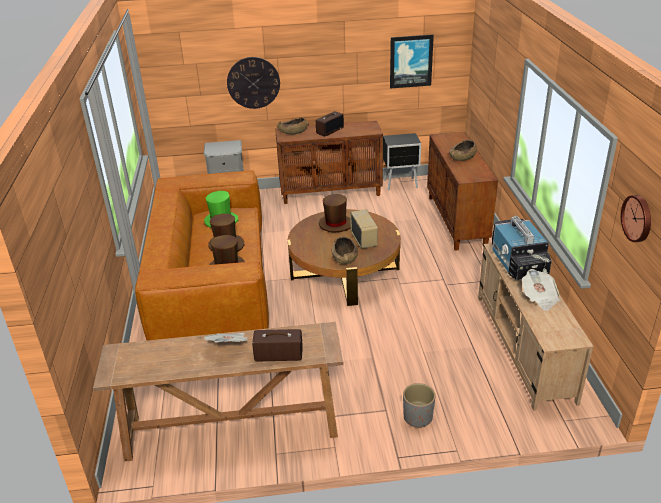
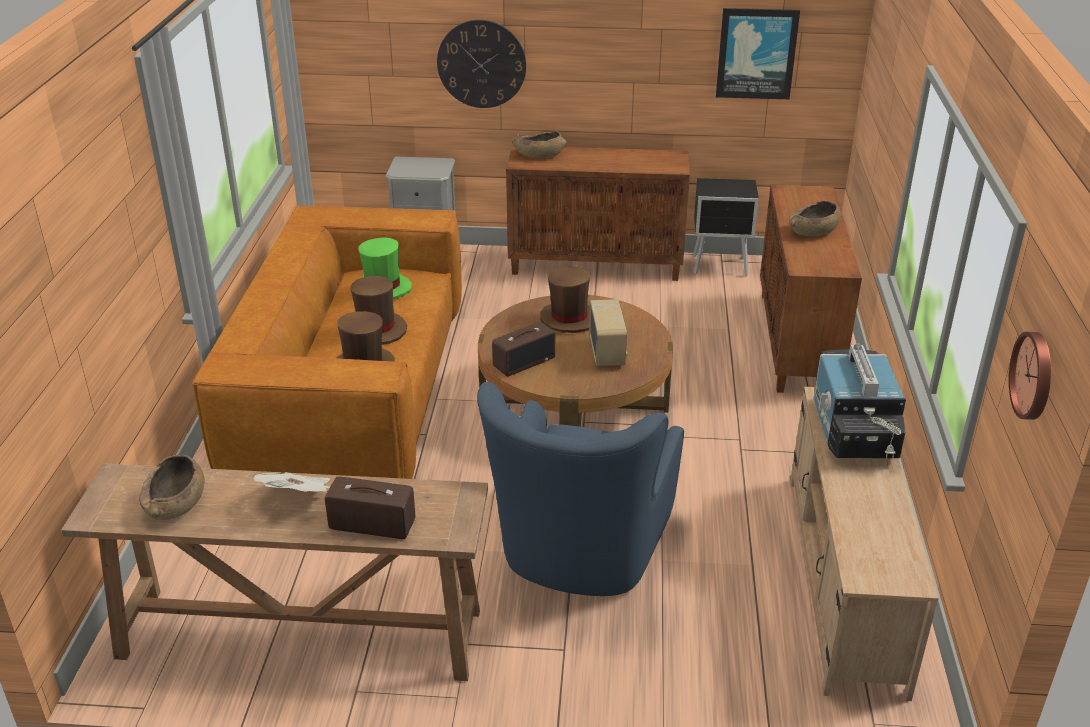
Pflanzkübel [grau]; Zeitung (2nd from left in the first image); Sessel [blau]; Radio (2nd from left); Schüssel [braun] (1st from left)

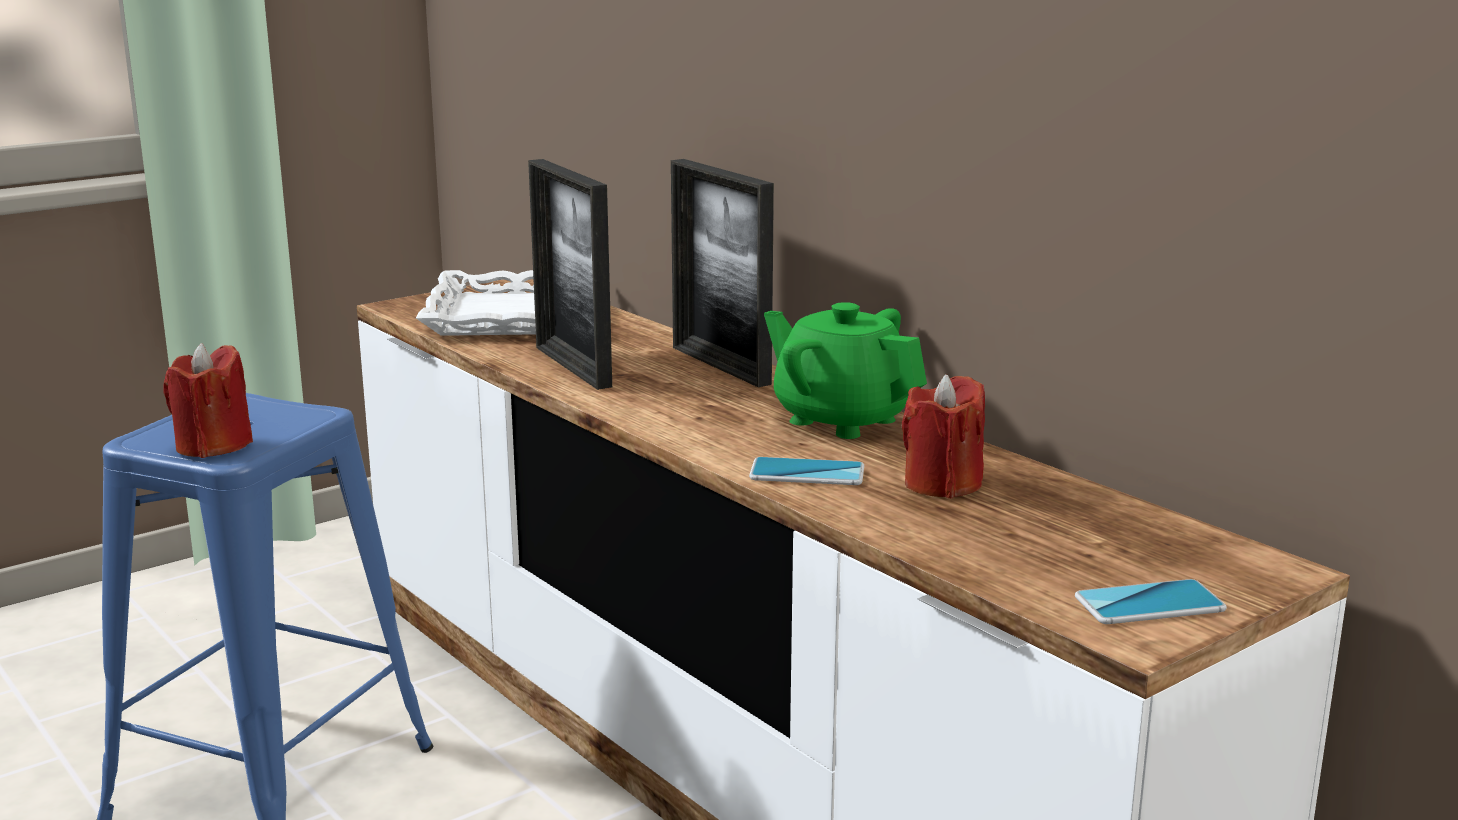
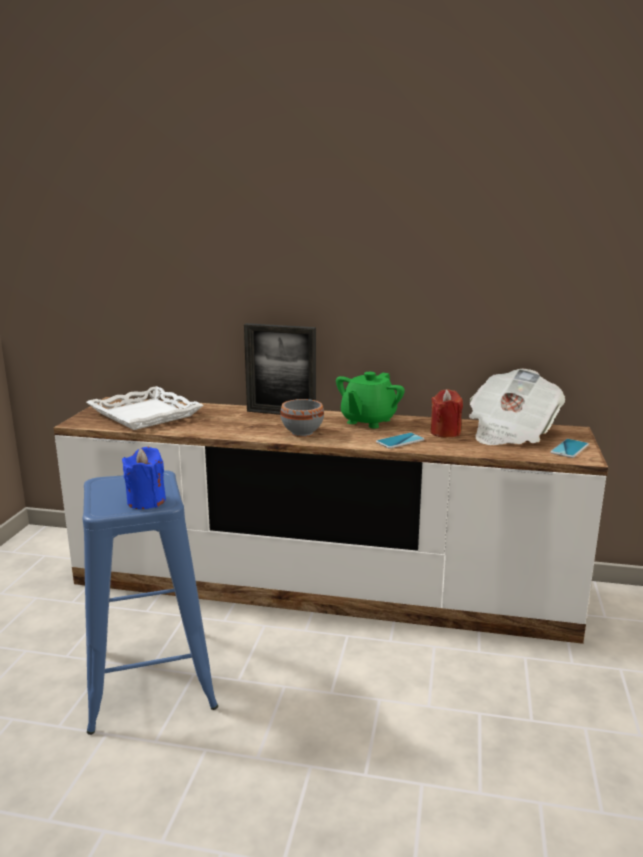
Bilderrahmen (1st from left in the first image); Schüssel [grau]; Zeitung; Kerze [blau]; Teekanne [grün]

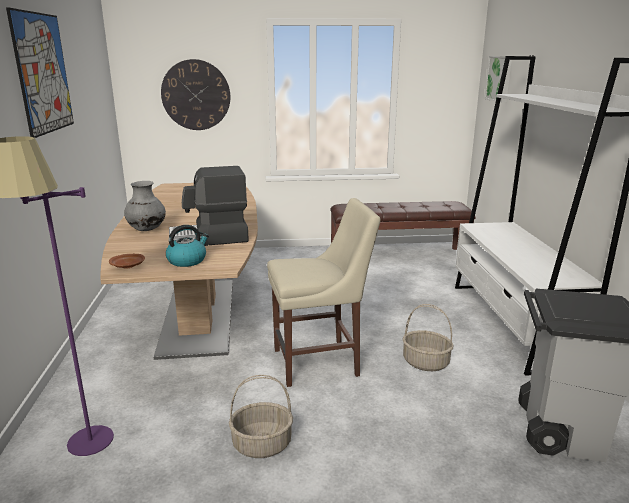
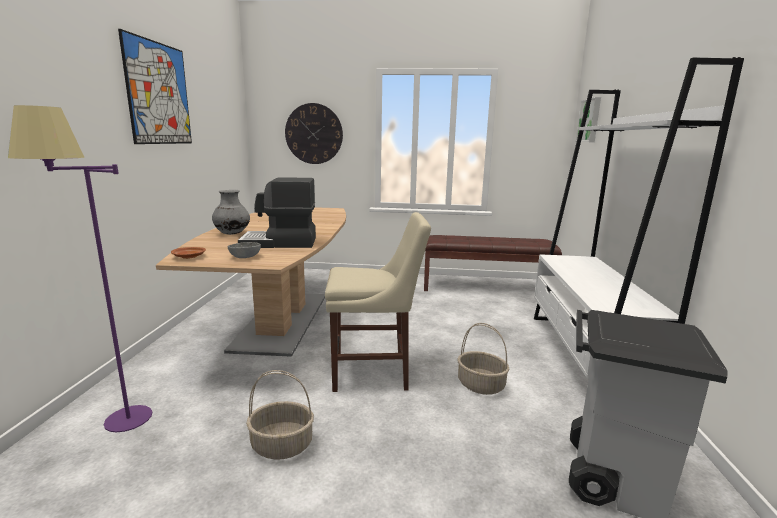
Schüssel [grau]

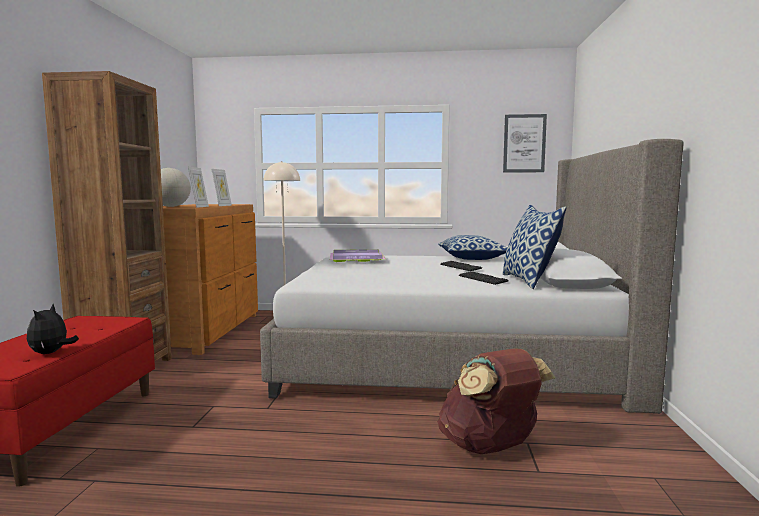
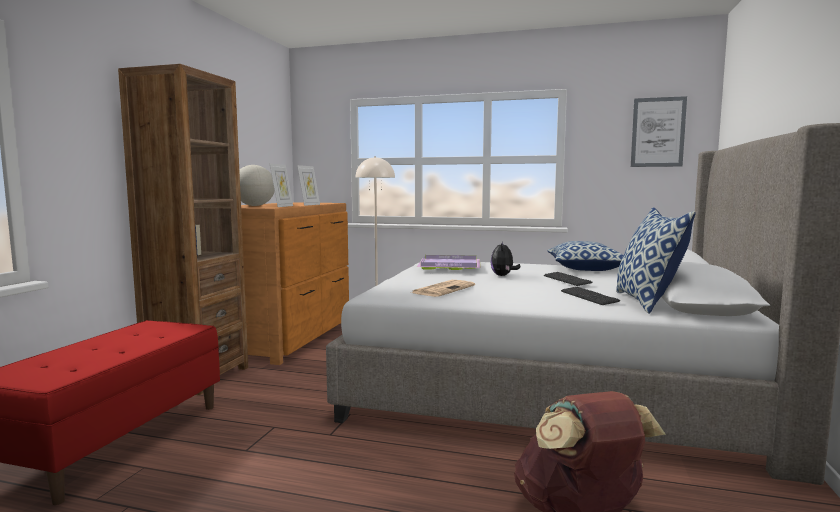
Zeitung; Plüschtier

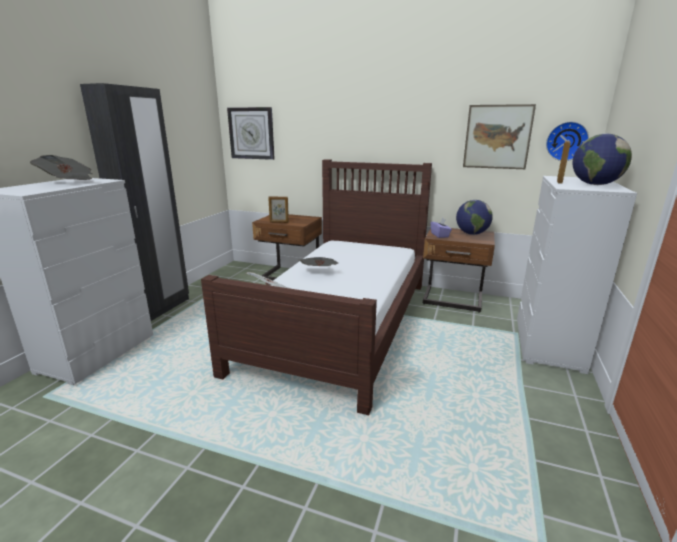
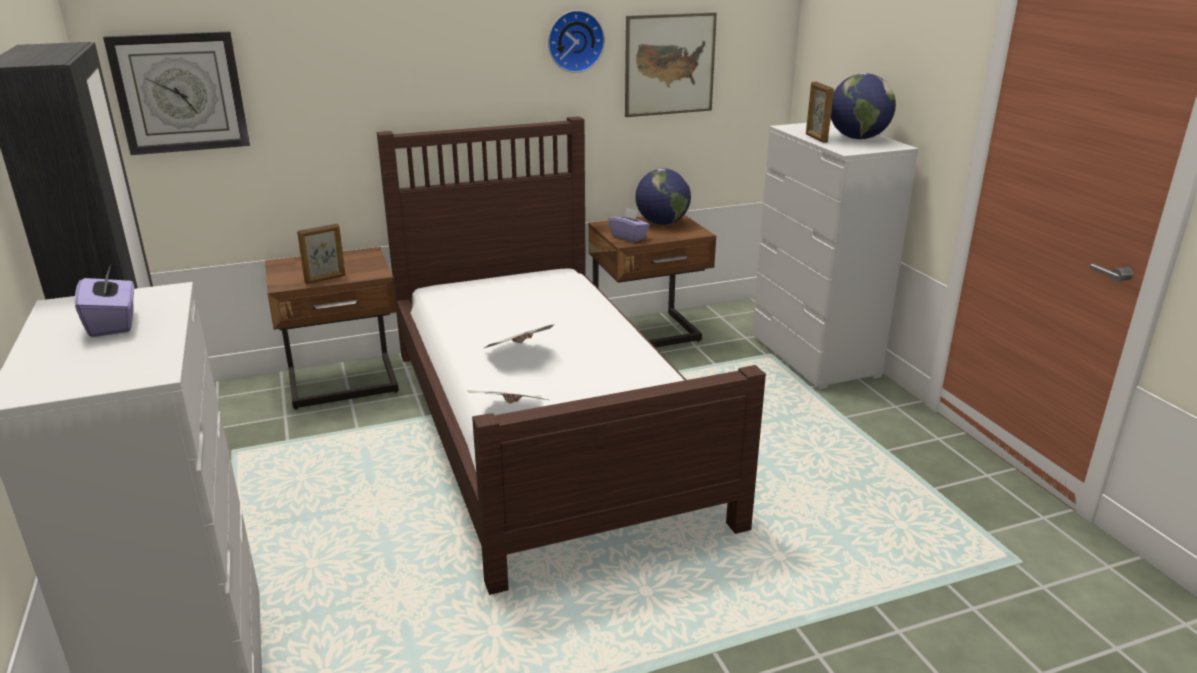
Wanduhr (2nd from left); Taschentuchbox [lila] (1st from left)

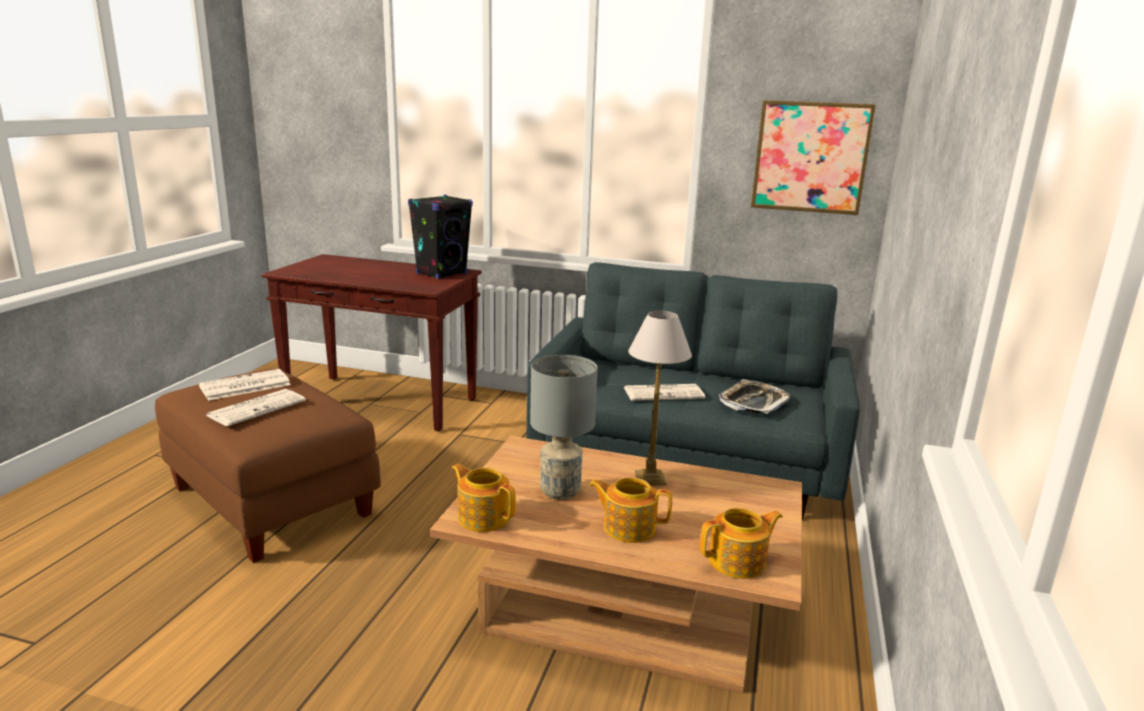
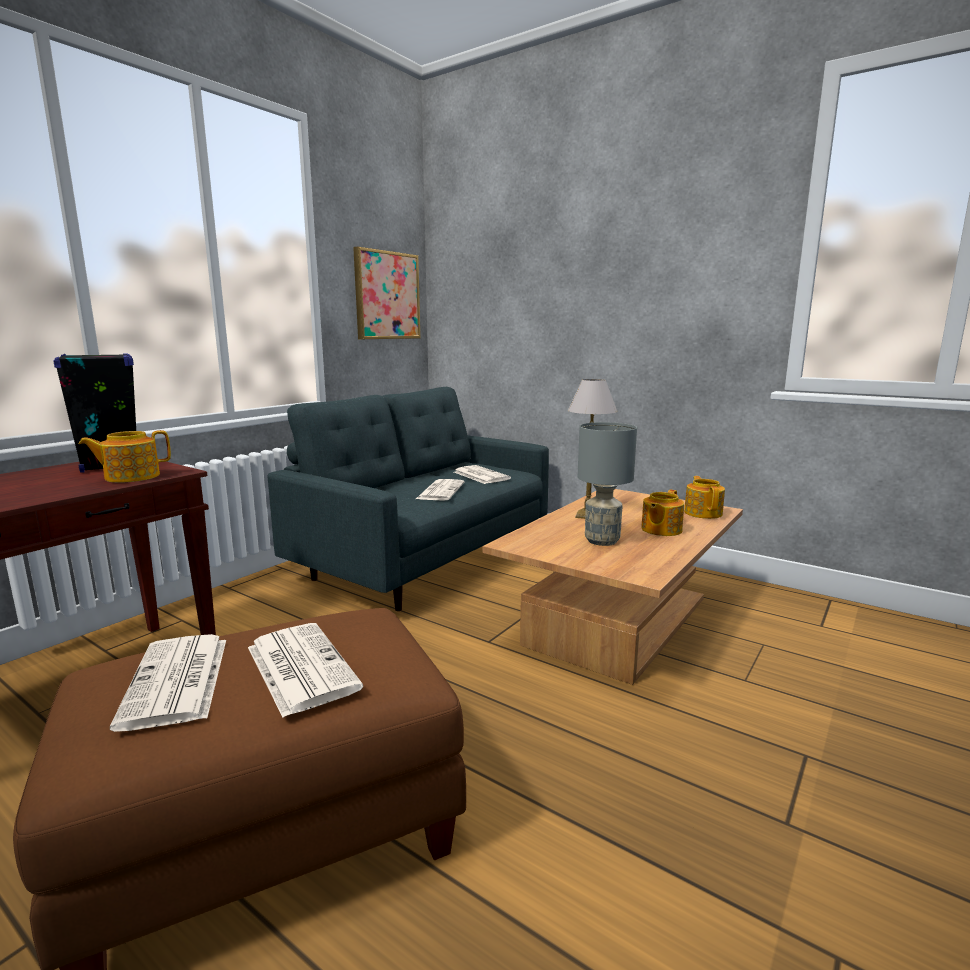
Teekanne (1st from left); Zeitung (4th from left)

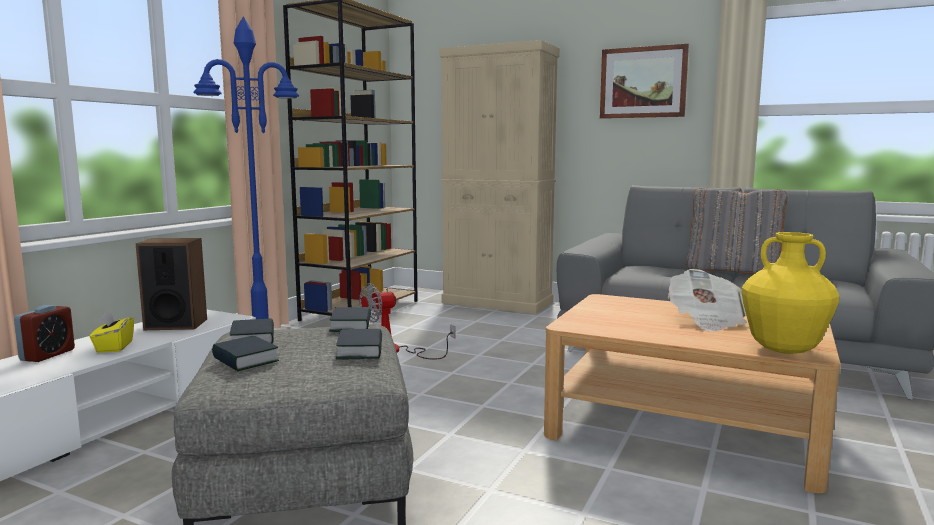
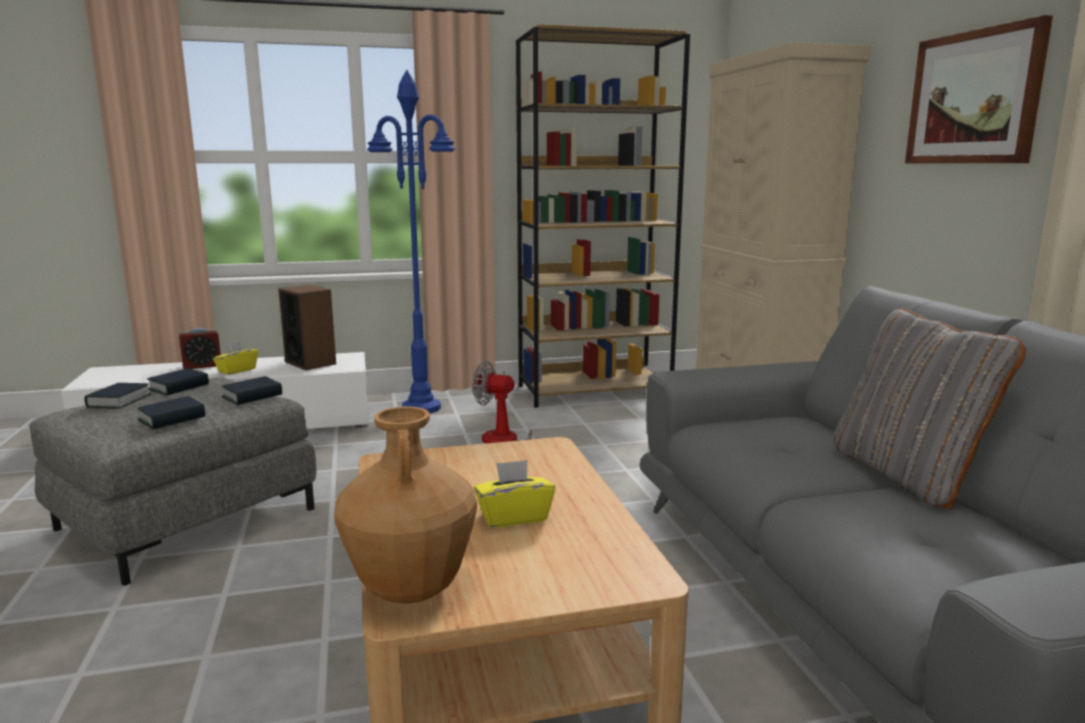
Taschentuchbox [gelb] (2nd from left); Vase [braun]

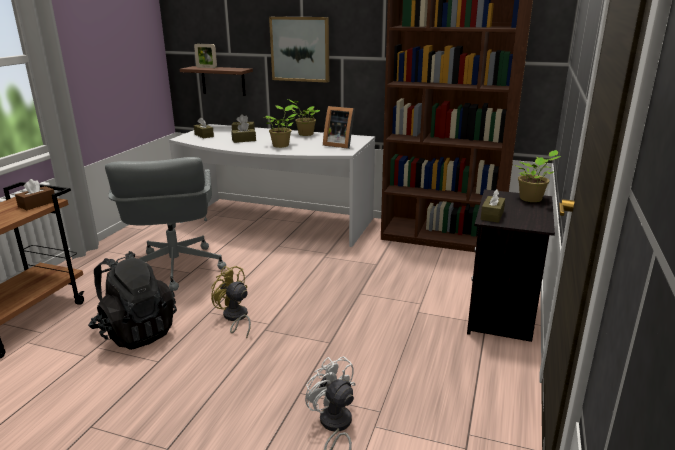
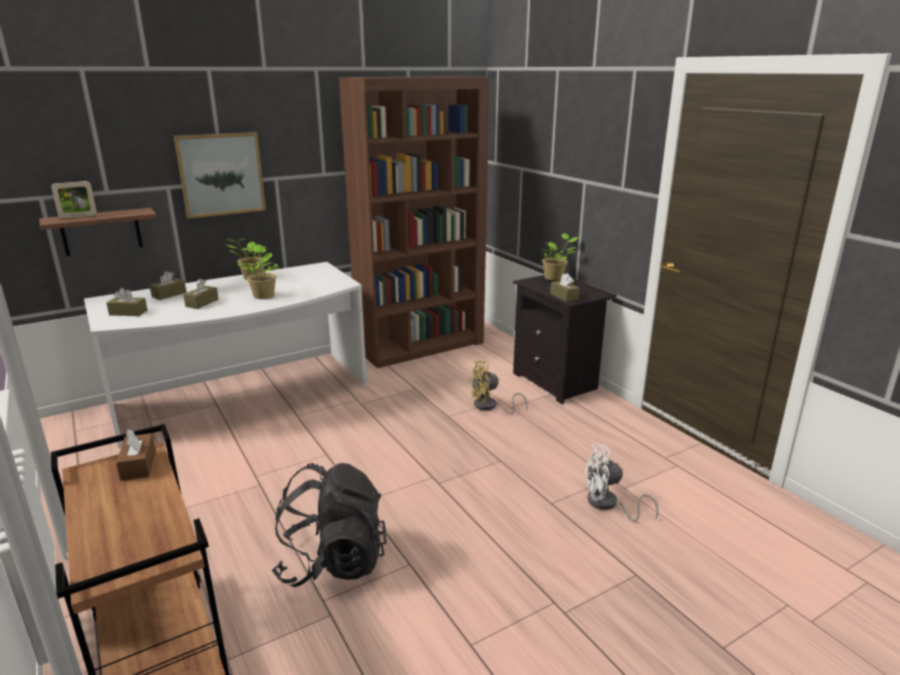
Bürostuhl [grau]; Bilderrahmen (2nd from left in the first image); Ventilator [gelb]

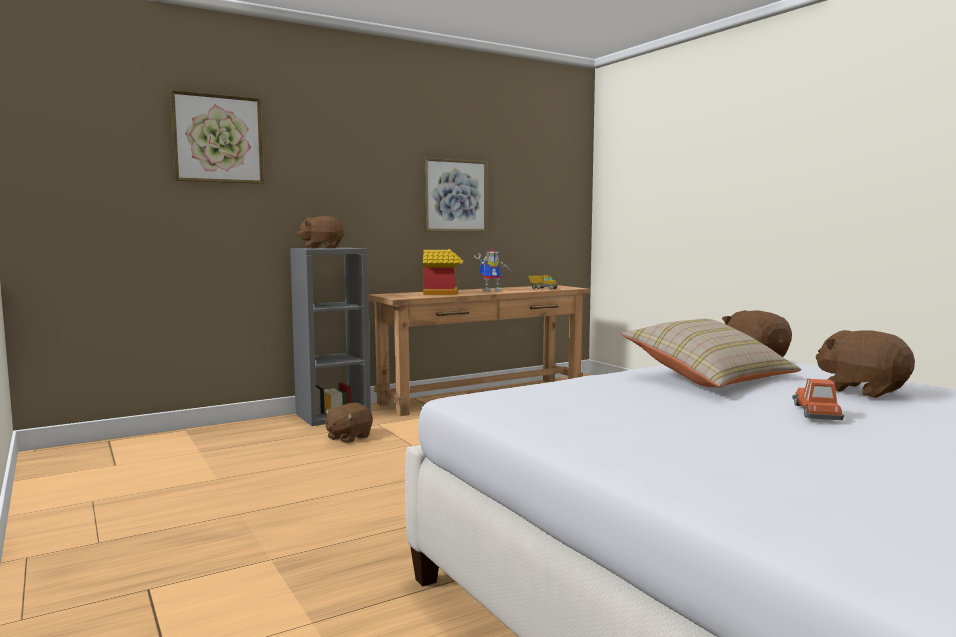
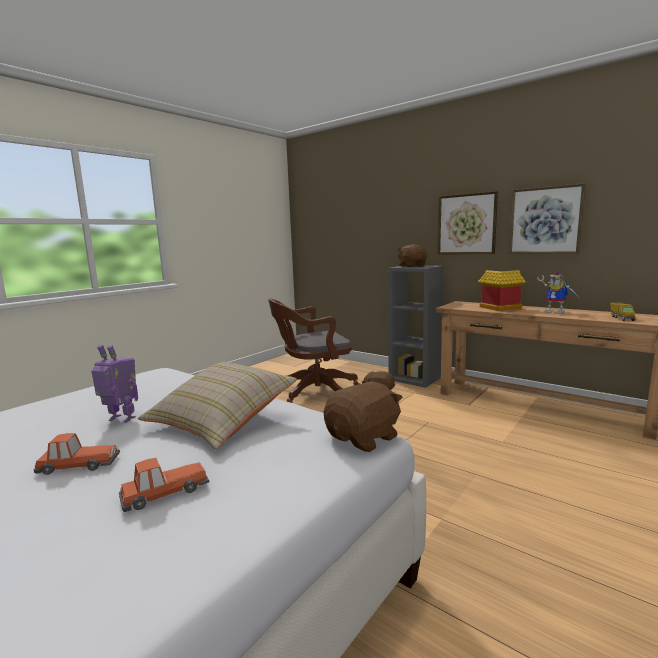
Spielzeugroboter (1st from left); Bürostuhl [braun]; Bild (1st from left); Spielzeugauto (2nd from left)

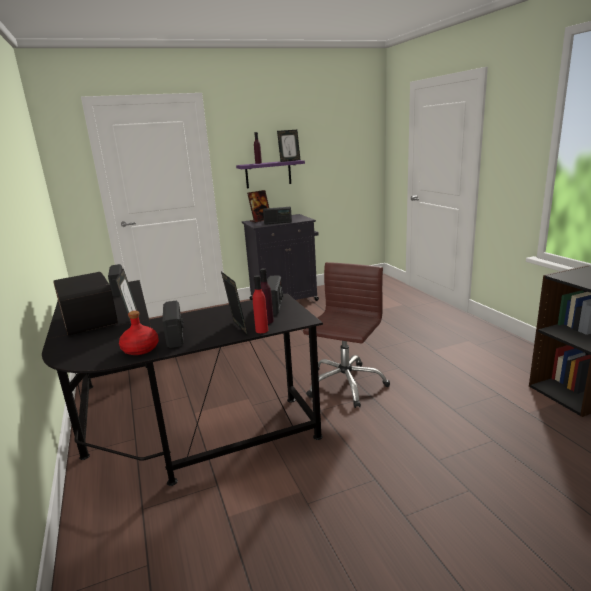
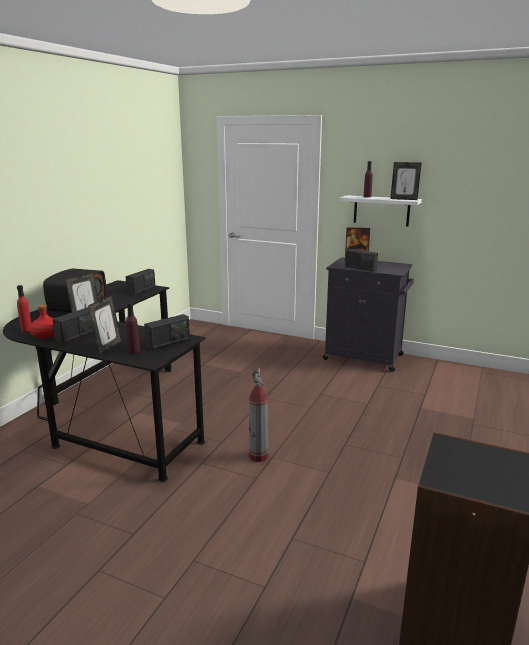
Flasche [rot] (1st from left); Feuerlöscher; Wandregal [weiß]

